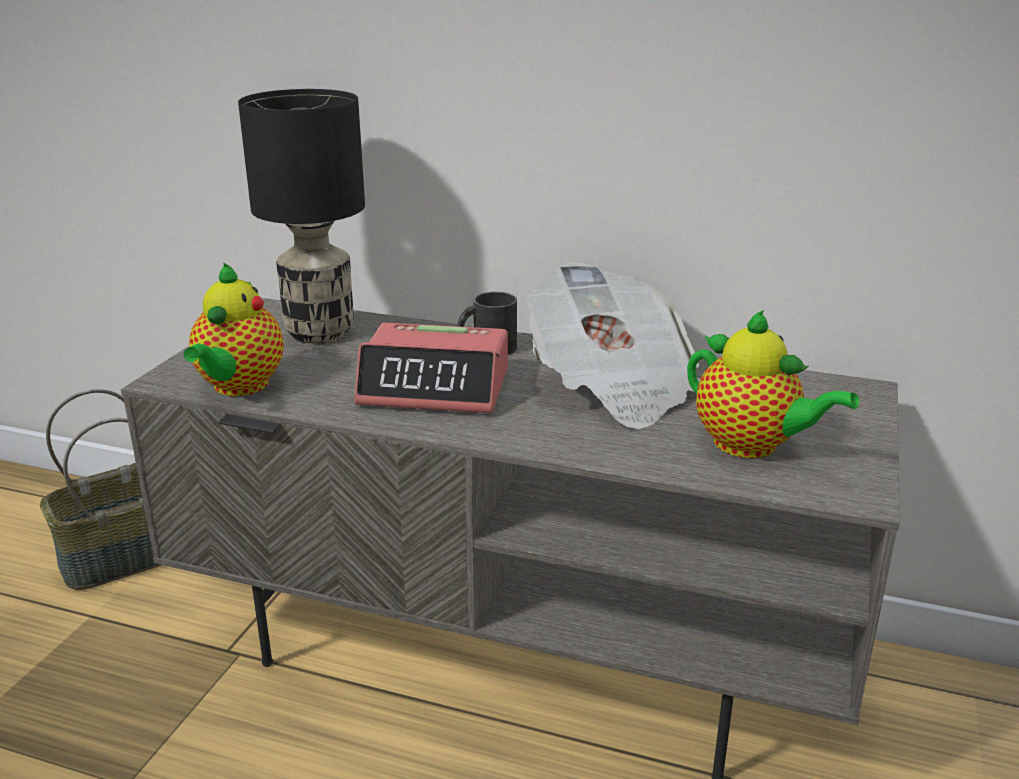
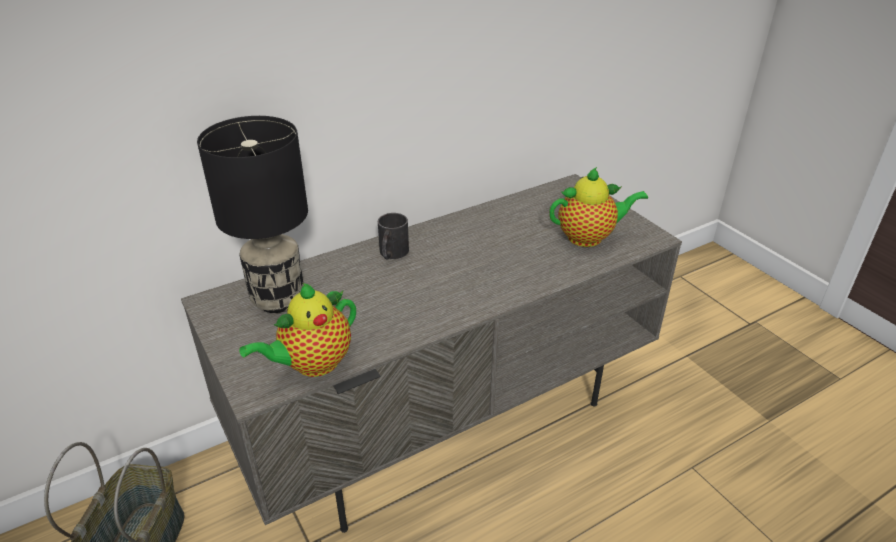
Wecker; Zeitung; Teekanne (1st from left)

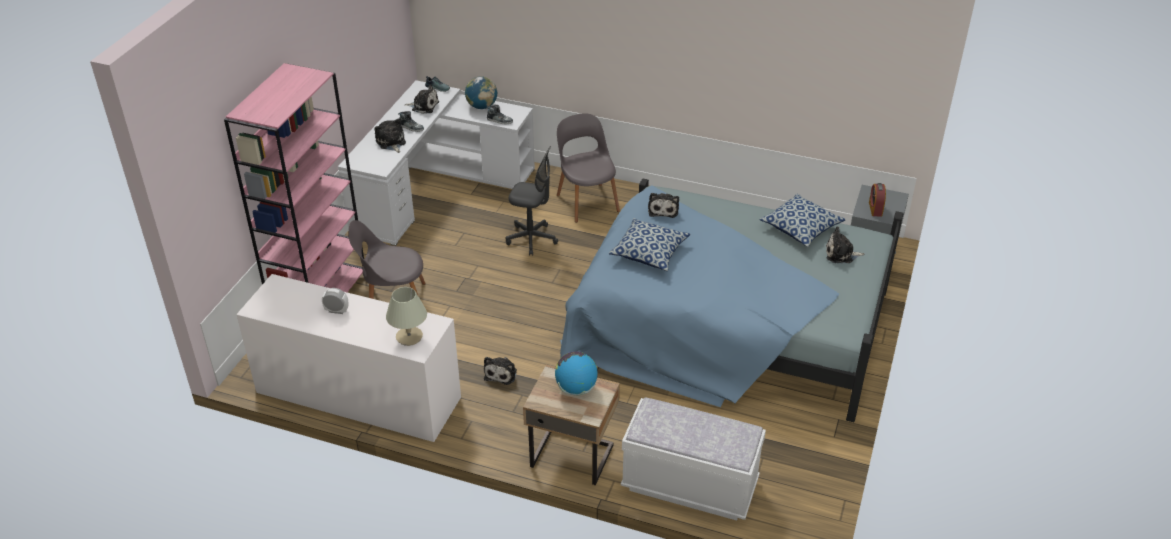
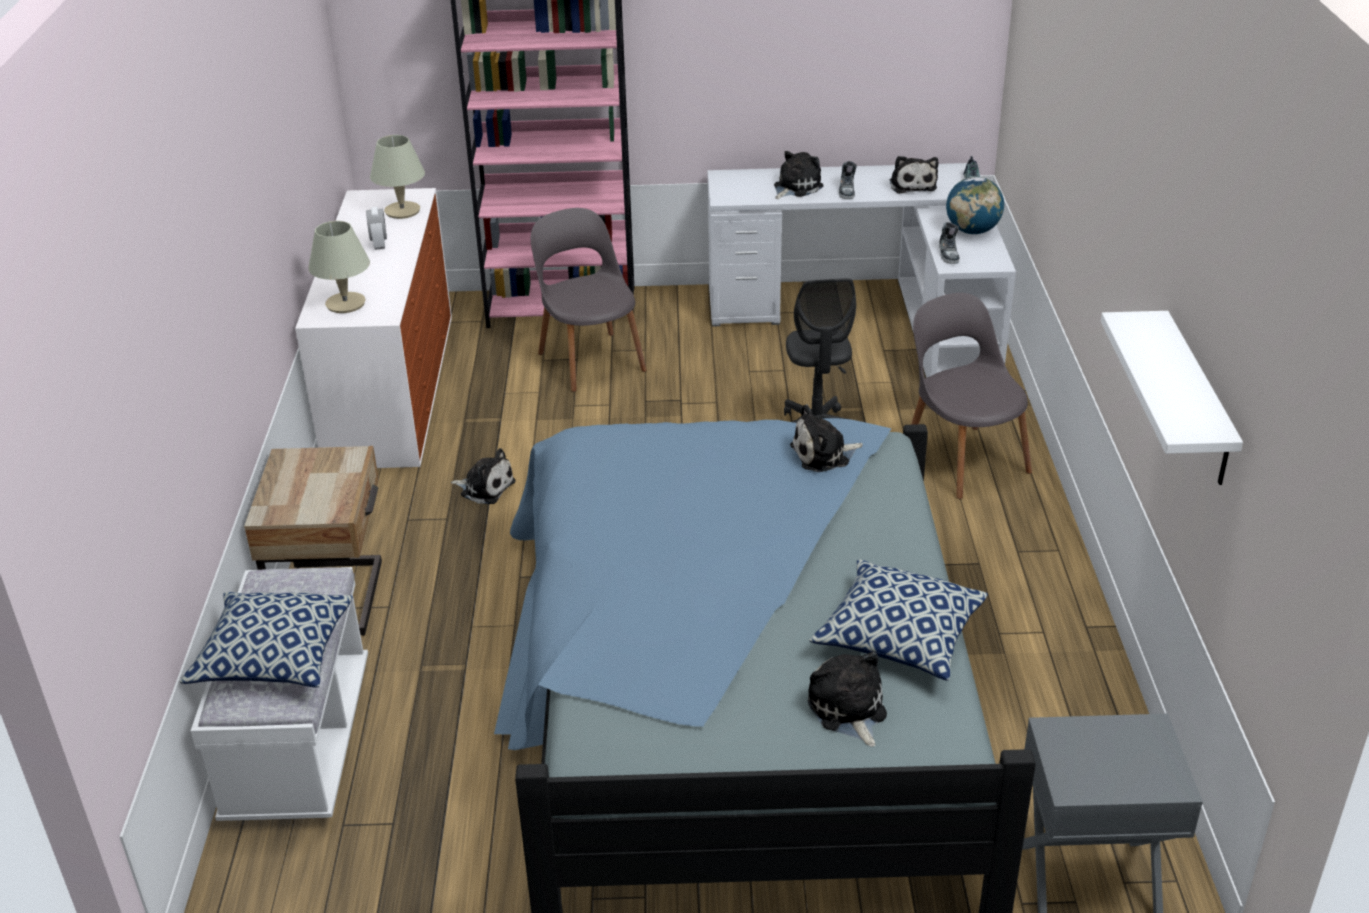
Globus (2nd from left in the first image); Wecker (2nd from left in the first image); Tischlampe [beige] (2nd from left); Wandregal [weiß]; Kissen (1st from left); Plüschtier (1st from left); Stuhl [grau] (2nd from left)

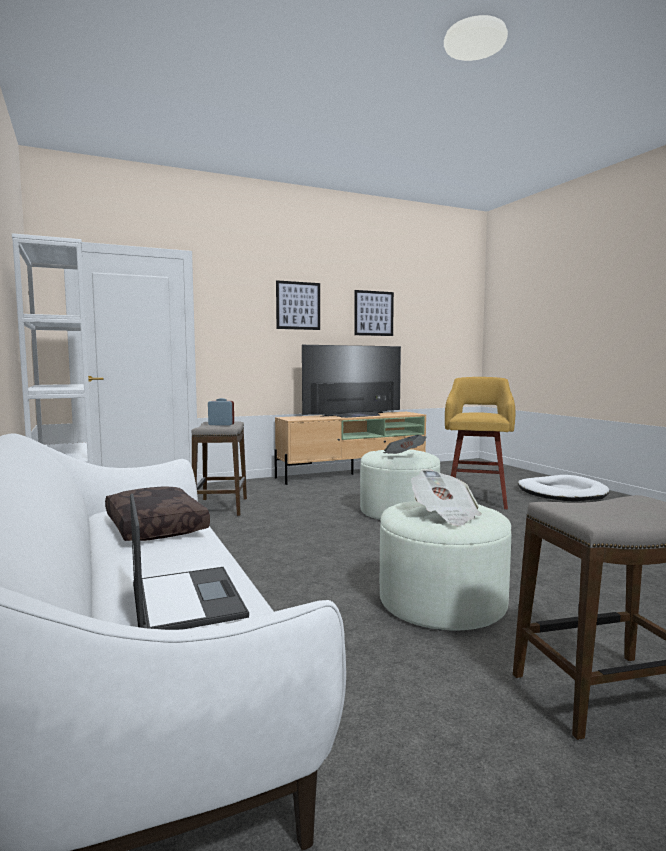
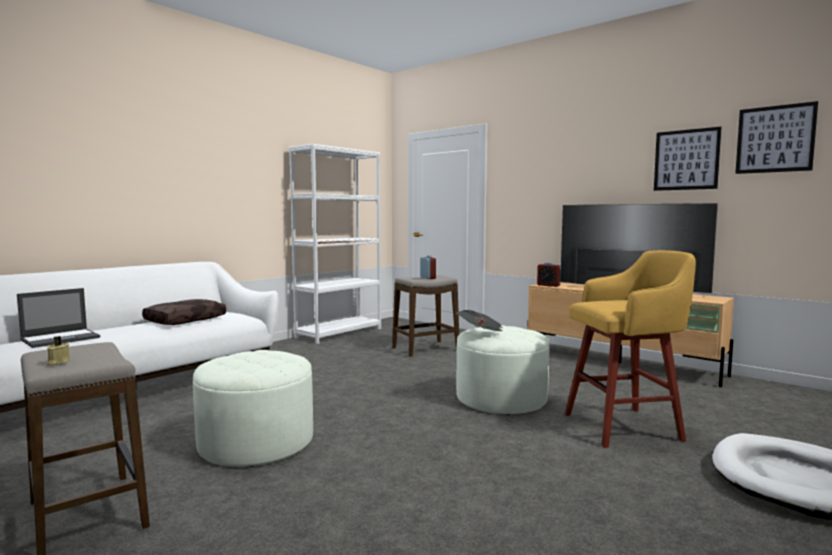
Zeitung (2nd from left in the first image); Kerze [beige]; Wecker (2nd from left); Bild (2nd from left)

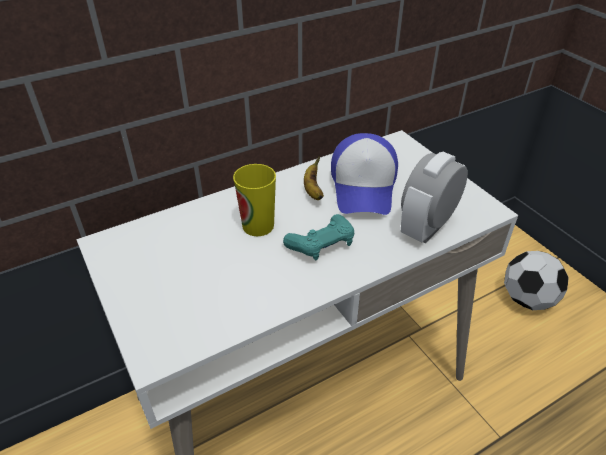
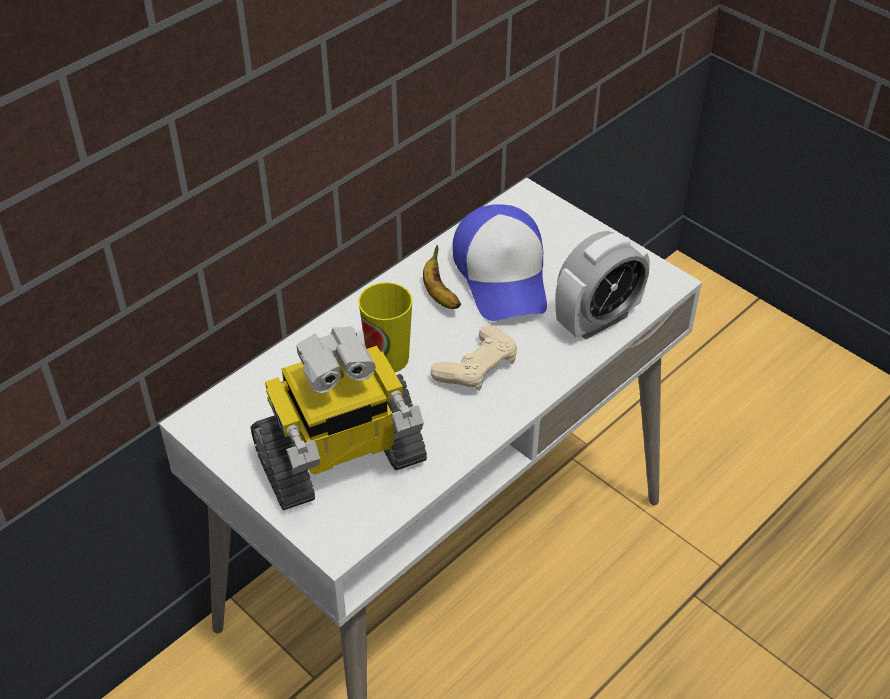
Fußball; Spielzeugroboter; Gamepad [beige]; Wecker

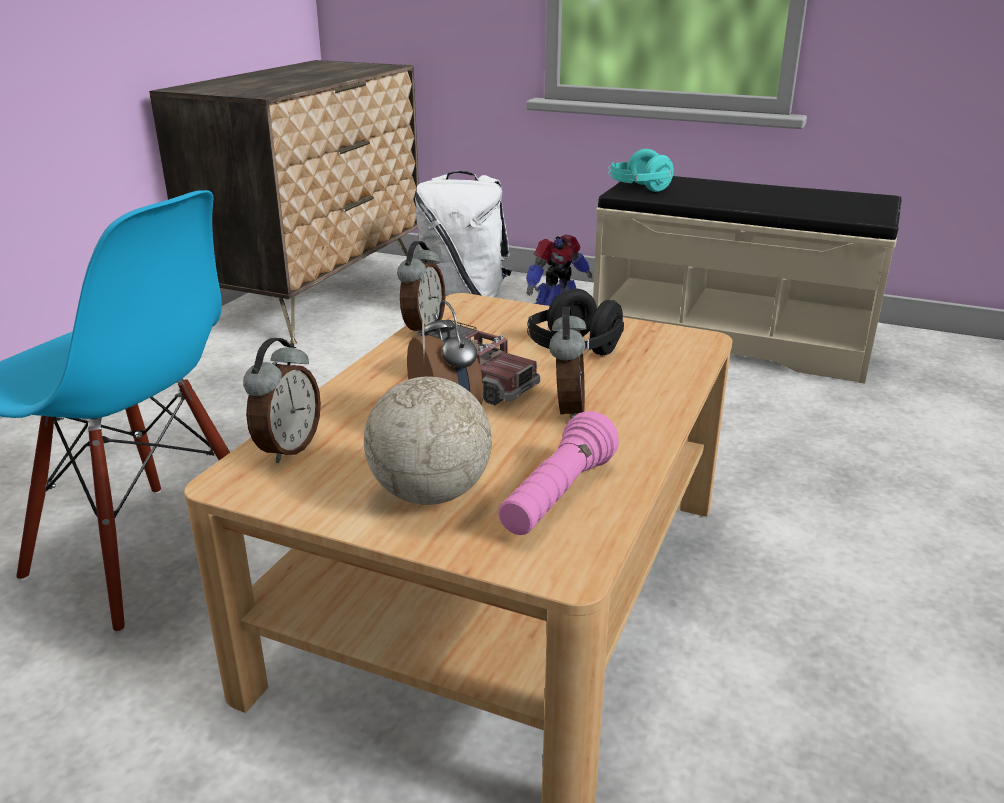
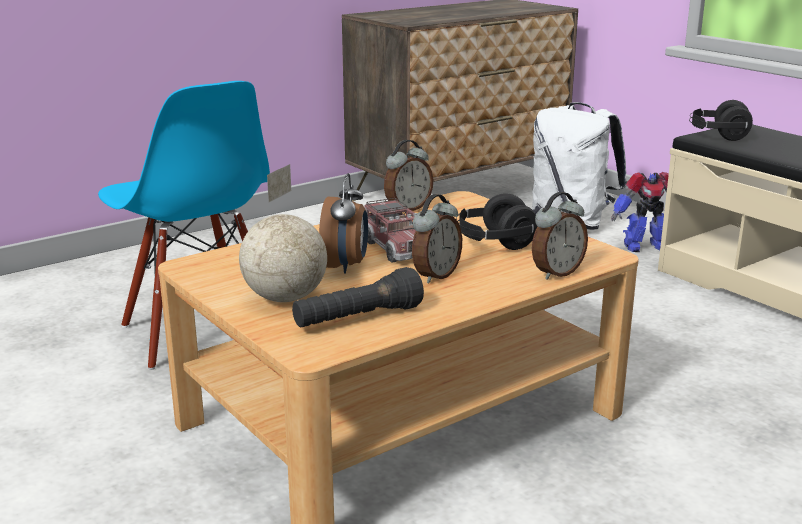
Wecker (4th from left); Taschenlampe [schwarz]; Kopfhörer [schwarz] (2nd from left)

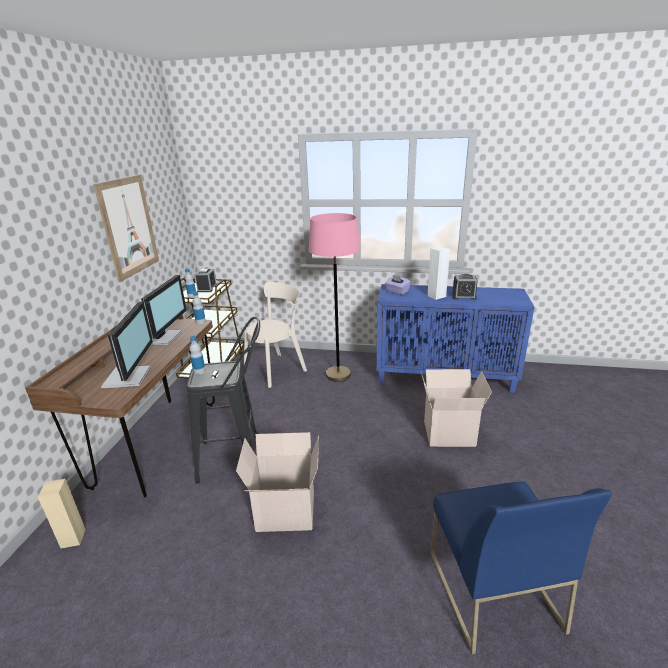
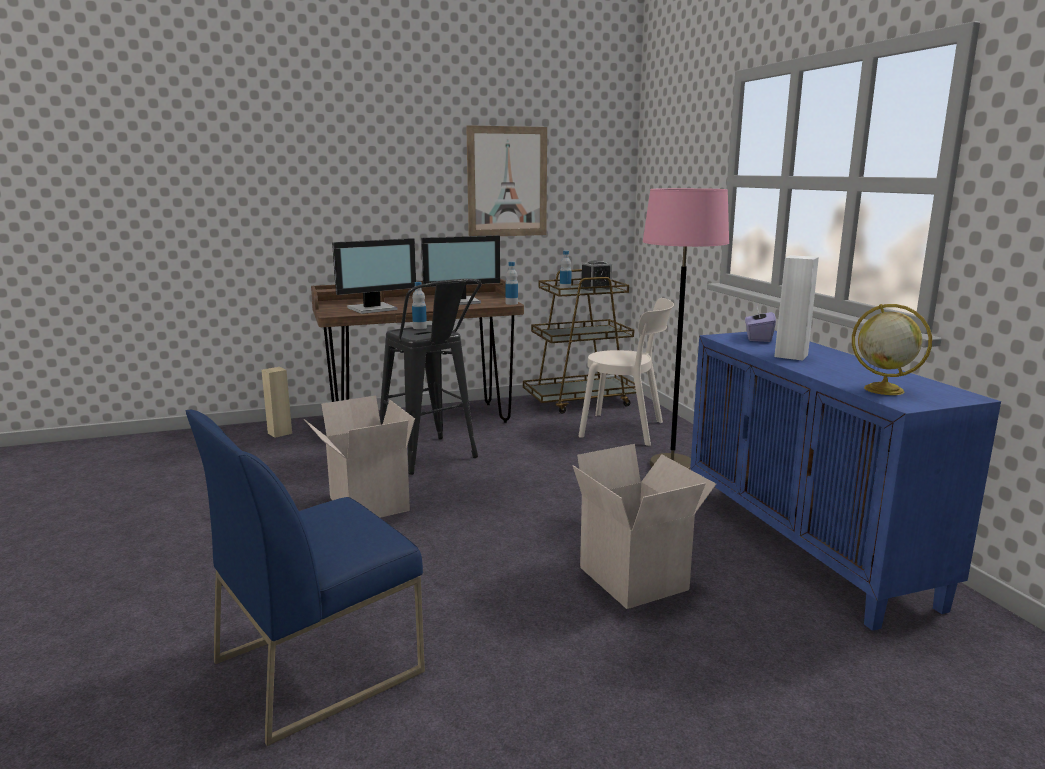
Wecker (2nd from left in the first image); Globus

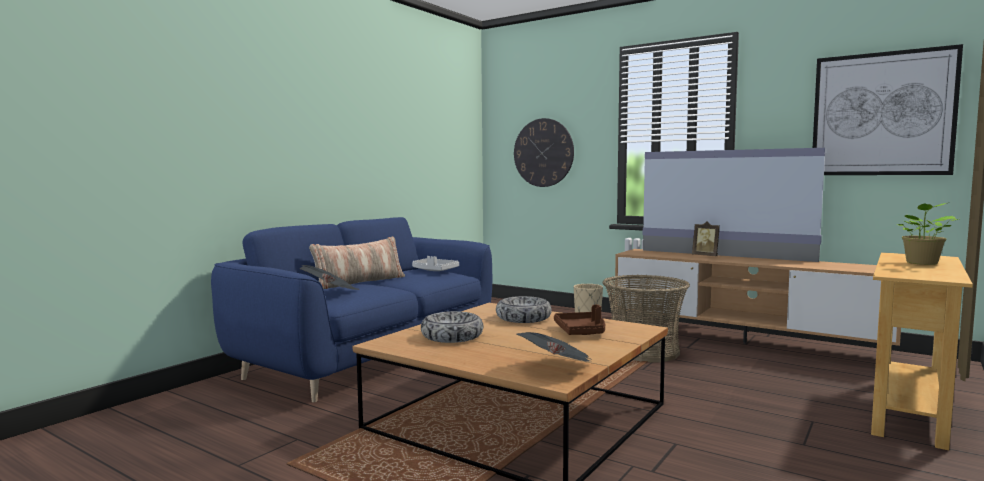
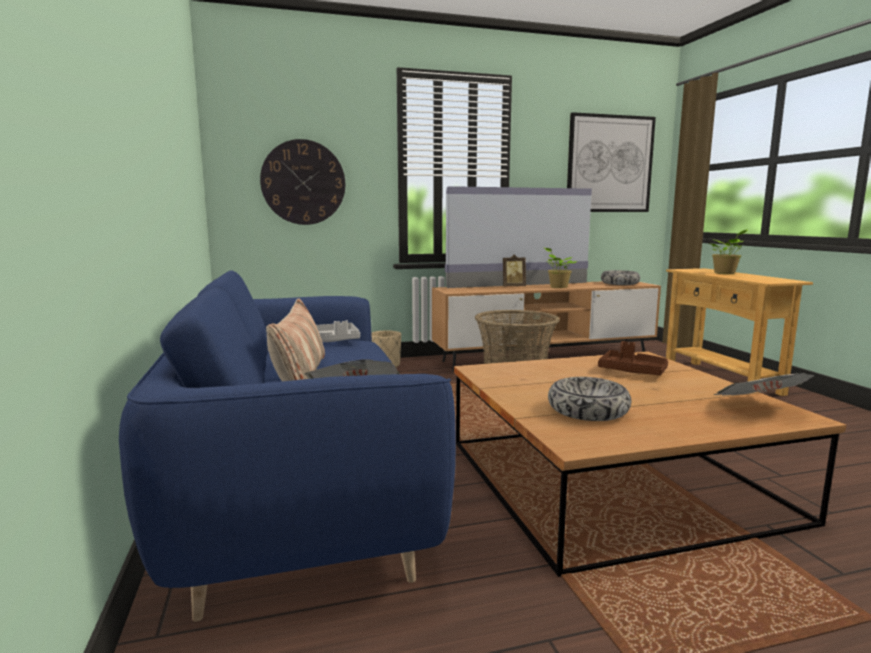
Topfpflanze (1st from left); Schüssel (2nd from left)

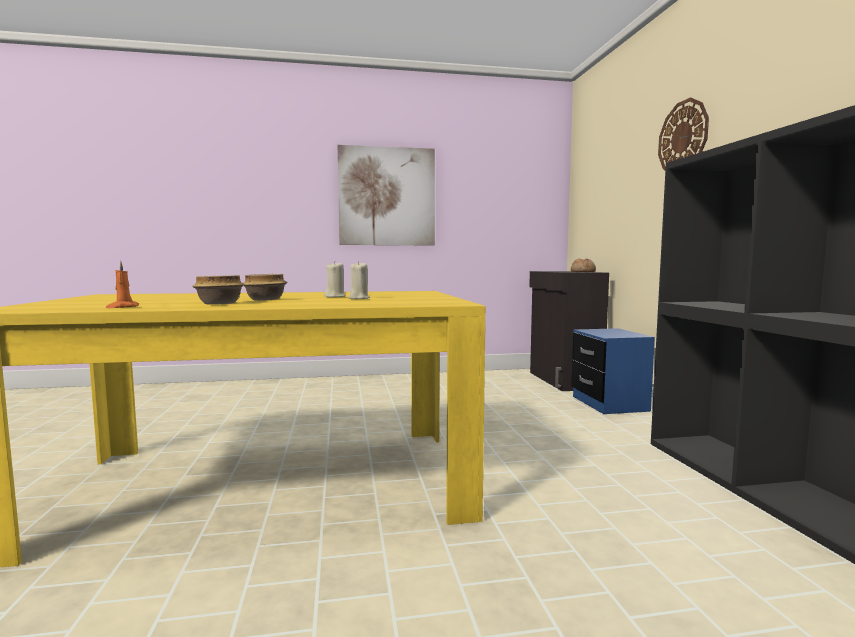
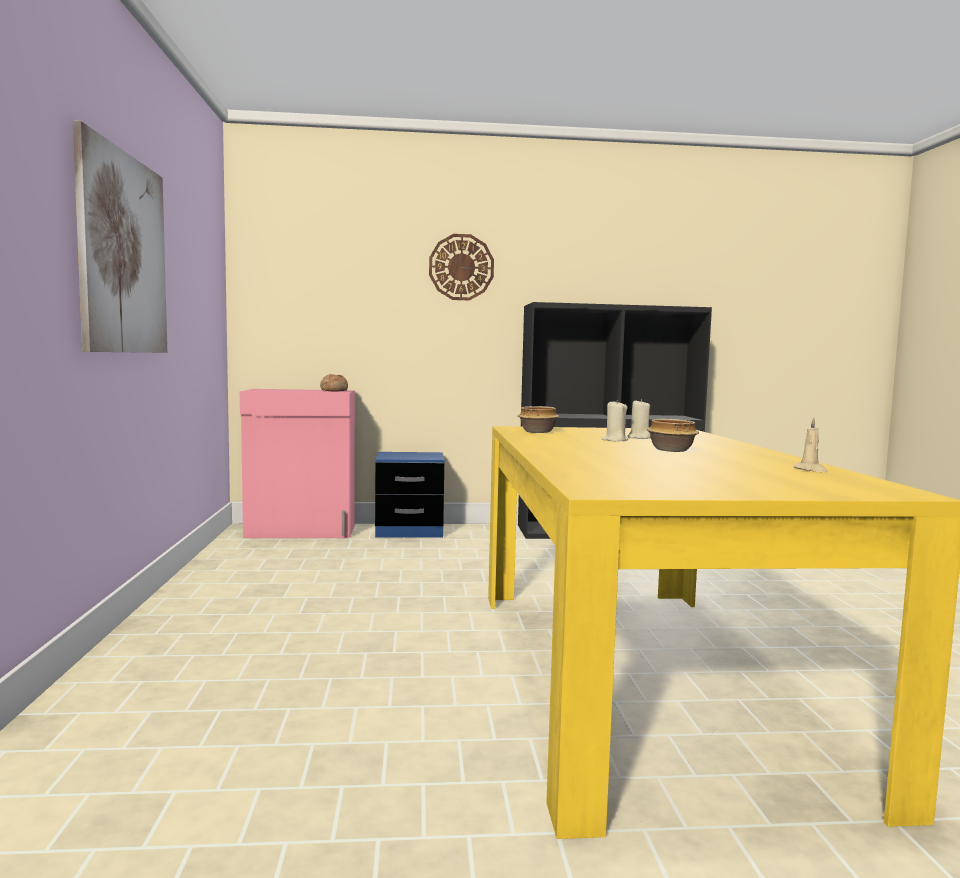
Schüssel (1st from left); Kerze [beige] (3rd from left); Schrank [rosa]

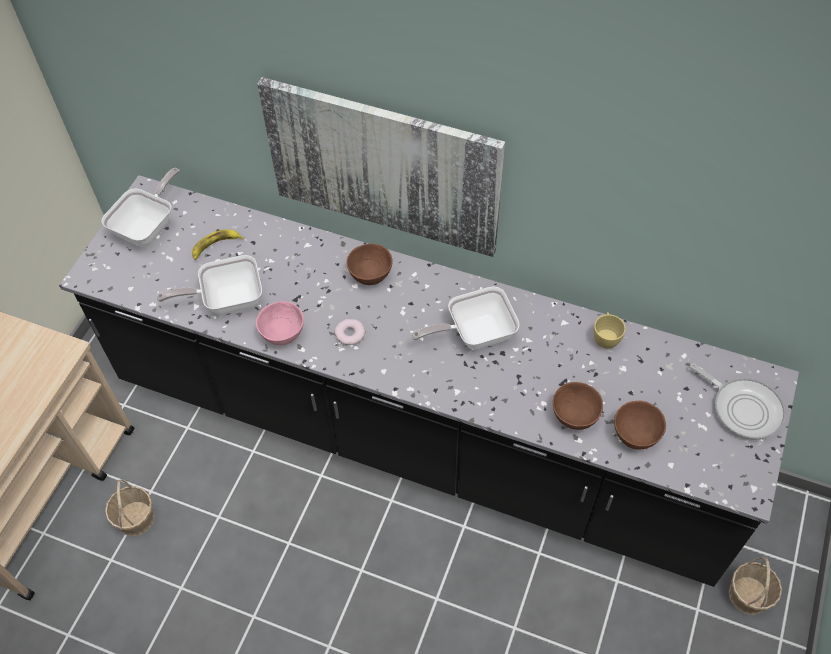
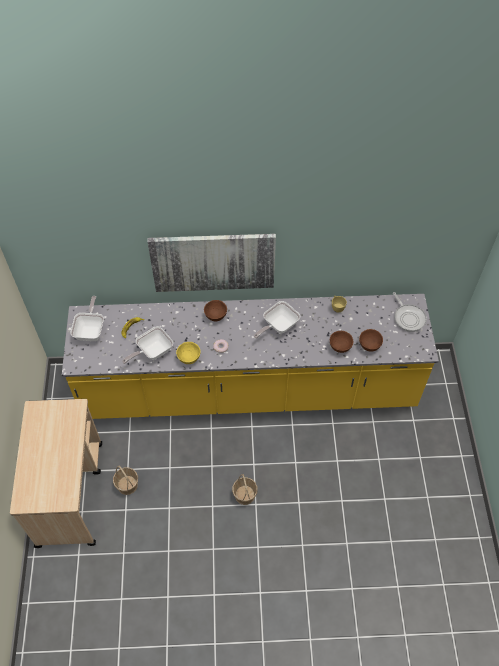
Korb (2nd from left); Küchenzeile [gelb]; Schüssel [gelb]; Pfanne (4th from left)

